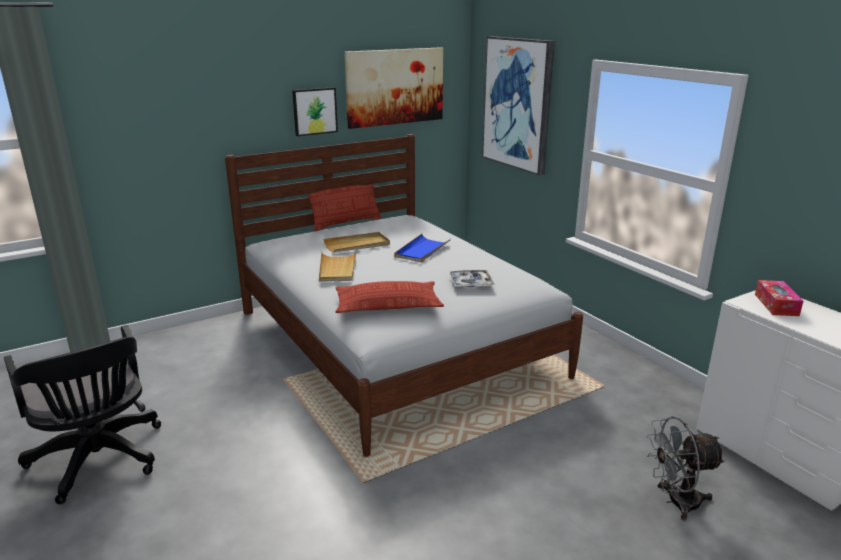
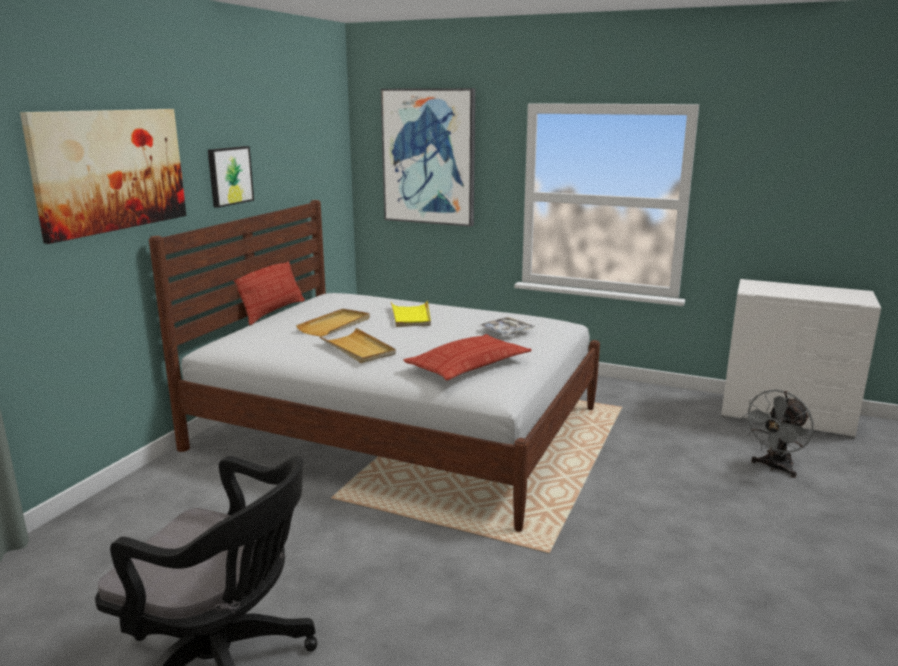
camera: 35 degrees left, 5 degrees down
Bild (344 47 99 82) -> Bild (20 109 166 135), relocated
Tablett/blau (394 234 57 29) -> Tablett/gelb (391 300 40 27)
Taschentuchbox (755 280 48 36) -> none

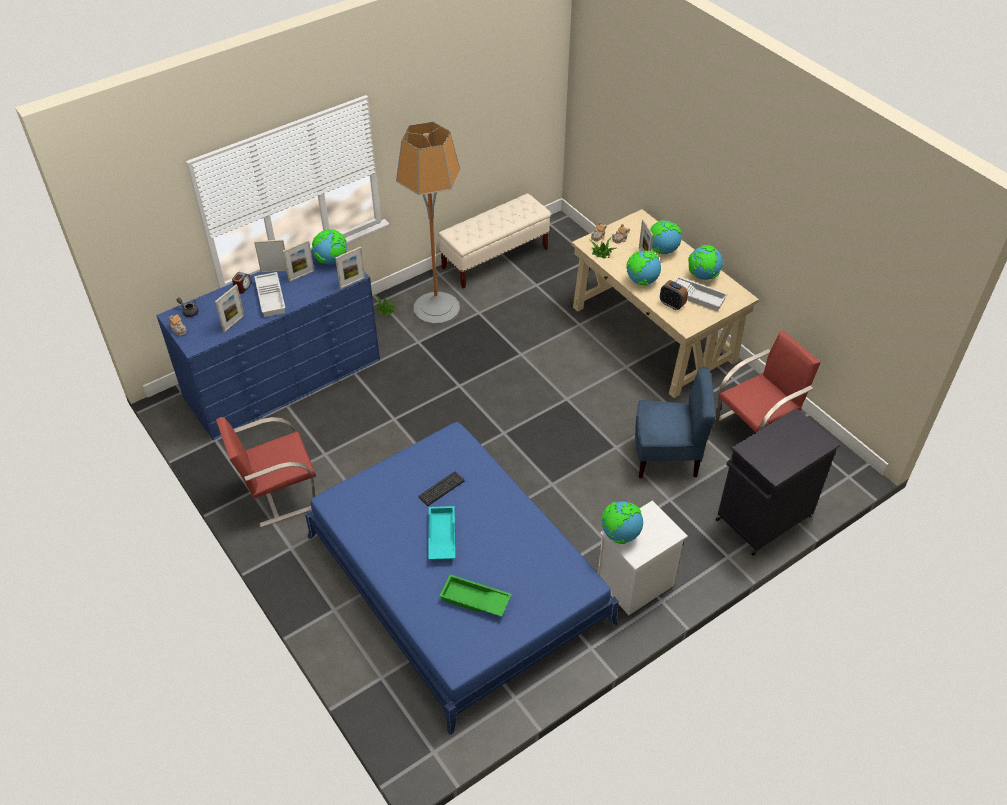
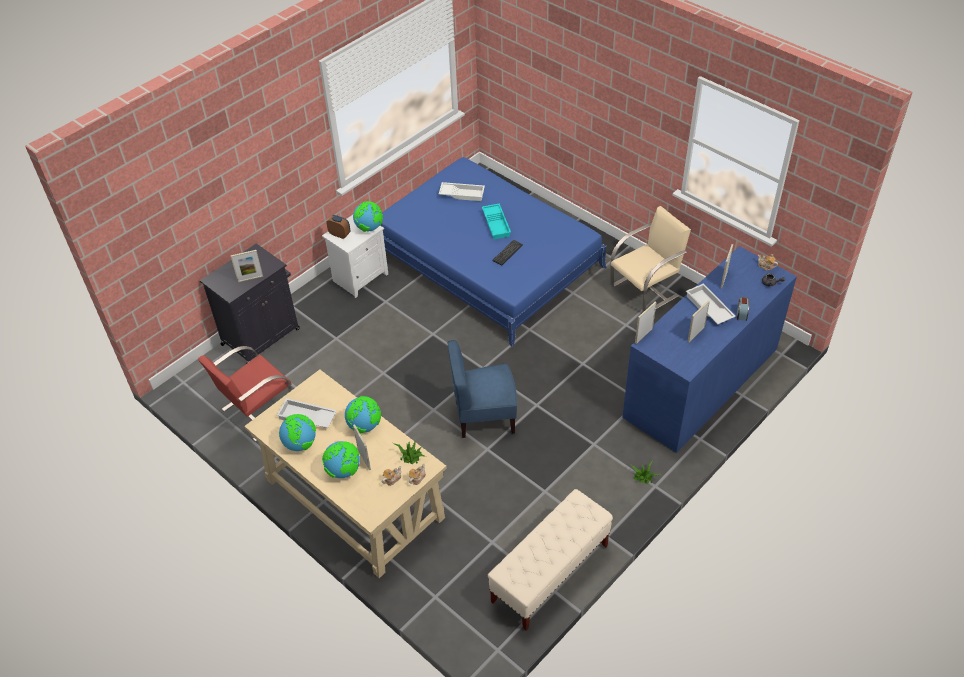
camera: 170 degrees right, 0 degrees up
Stuhl/rot (216 417 100 110) -> Stuhl/beige (610 206 81 106)
Bilderrahmen (254 239 33 34) -> Bilderrahmen (230 250 33 32), relocated
Globus (312 229 35 36) -> none
Stehlampe (396 121 65 204) -> none
Tablett/grün (439 574 73 43) -> Tablett/weiß (439 182 46 19)
Stuhl/blau (635 367 80 111) -> Stuhl/blau (448 340 69 98), relocated
Wecker (660 280 28 30) -> Wecker (326 215 24 24), relocated

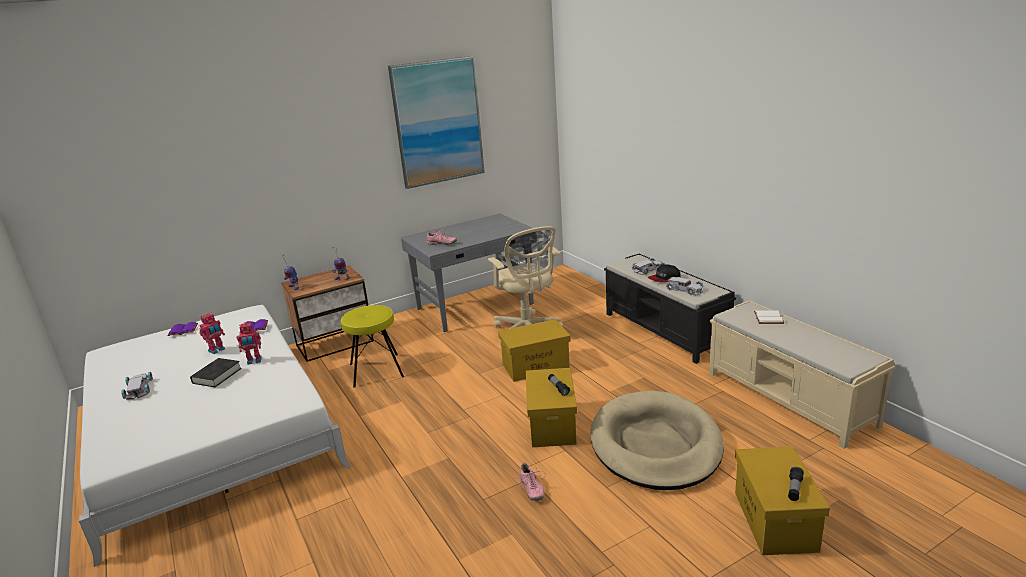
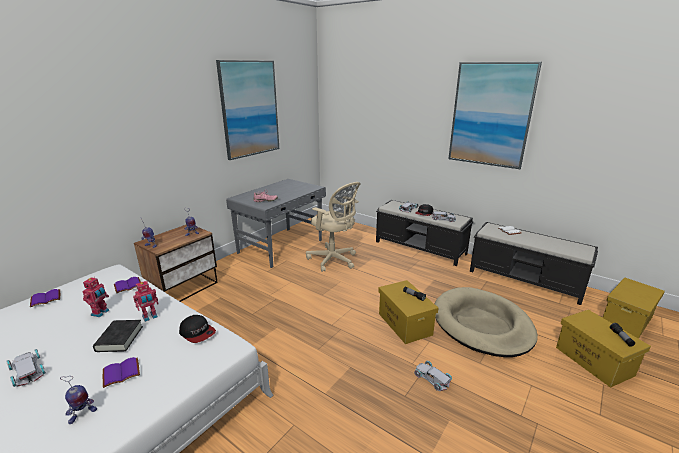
camera: 25 degrees left, 0 degrees up
Hocker/gelb (341 305 63 83) -> none
Aufbewahrungsbox/gelb (498 319 73 63) -> Aufbewahrungsbox/gelb (603 277 62 62), relocated
Schuh/rosa (513 462 33 39) -> Spielzeugauto/weiß (414 361 38 30)
Bank/beige (709 300 187 149) -> Bank/schwarz (470 222 128 83)
none -> Spielzeugroboter (60 376 37 48)
none -> Buch/lila (103 357 37 31)
none -> Kappe (179 315 37 28)
none -> Bild (448 62 94 107)

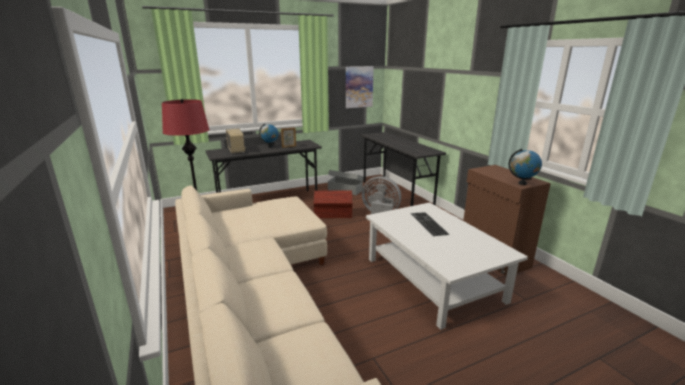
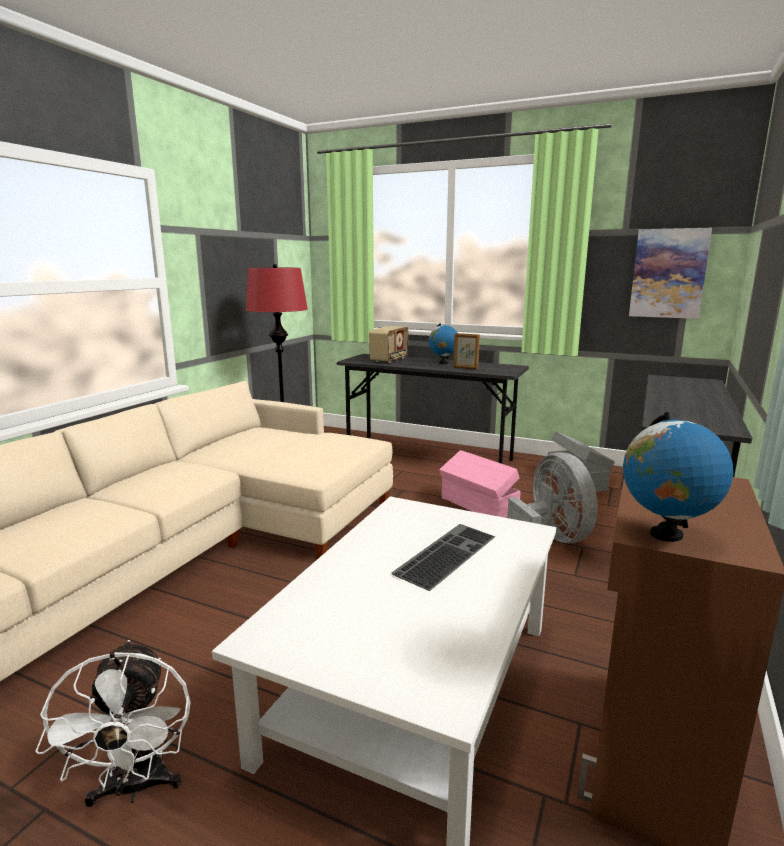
camera: 50 degrees right, 5 degrees down
Aufbewahrungsbox/braun (314 191 38 27) -> Aufbewahrungsbox/rosa (439 450 82 68)
none -> Ventilator/weiß (35 640 155 167)

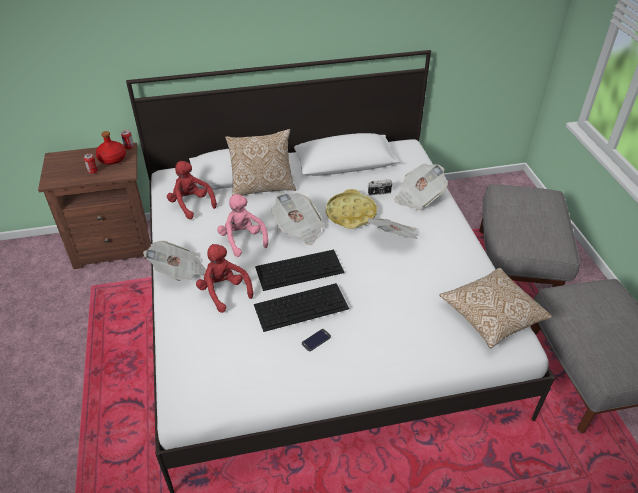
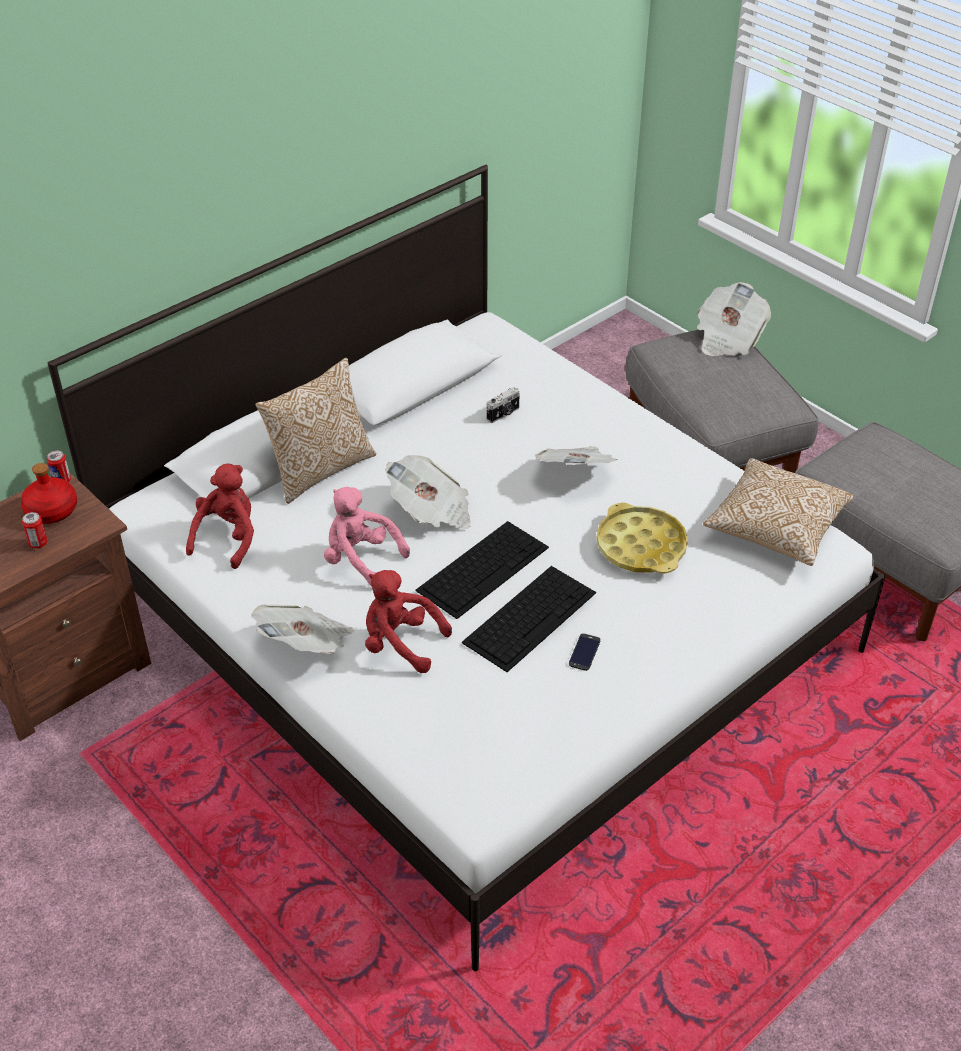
camera: 30 degrees left, 0 degrees up
Plüschtier/rot (167 161 50 58) -> Plüschtier/rot (186 464 68 105), 90 degrees clockwise
Tablett/gelb (326 189 51 40) -> Tablett/gelb (596 503 92 71), relocated
Zeitung (394 164 54 47) -> Zeitung (697 282 74 74), relocated

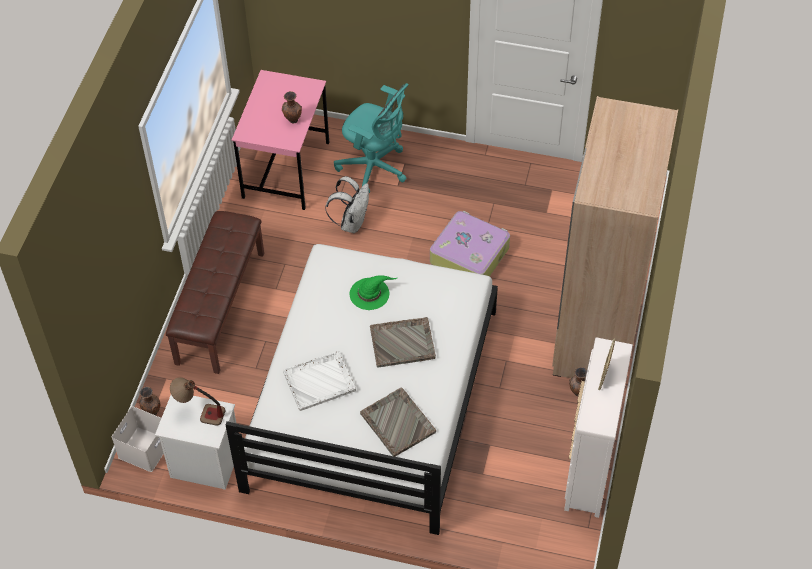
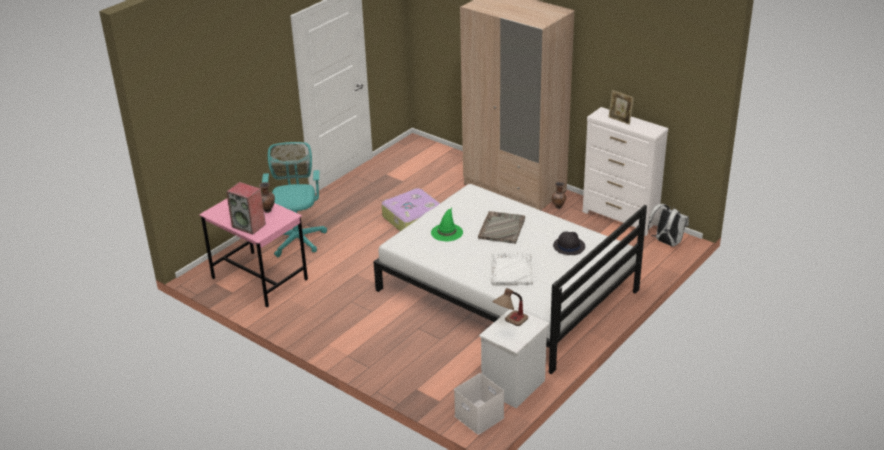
camera: 65 degrees left, 20 degrees down
Vase/braun (139 387 21 28) -> none
Bank/braun (166 211 98 163) -> none
Rucksack/weiß (326 176 43 57) -> Rucksack/weiß (648 204 41 43), relocated
Bürostuhl/türkis (334 83 75 110) -> Bürostuhl/türkis (262 142 65 115), 60 degrees counterclockwise
Tablett/grau (360 388 76 69) -> Hut/schwarz (553 231 32 24)
none -> Lautsprecher (226 182 40 53)

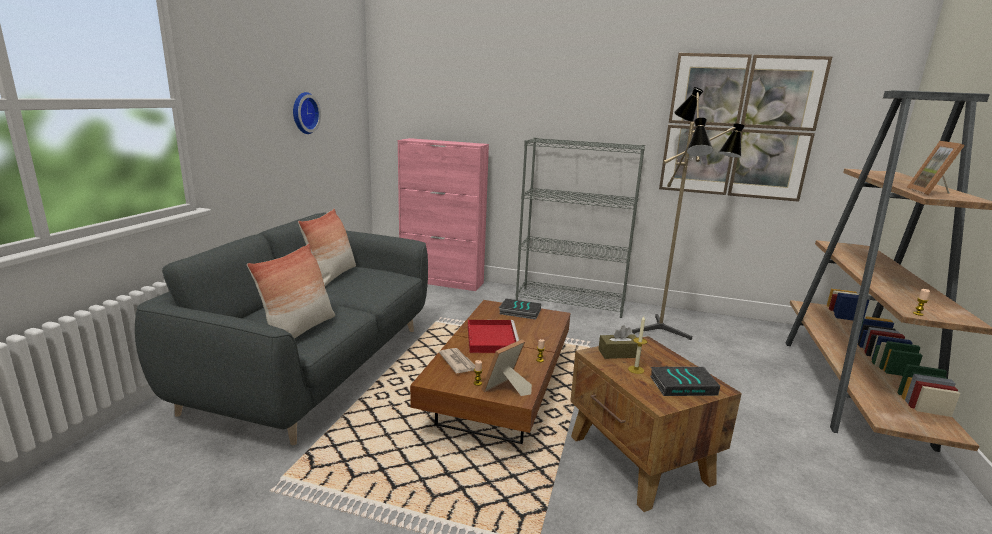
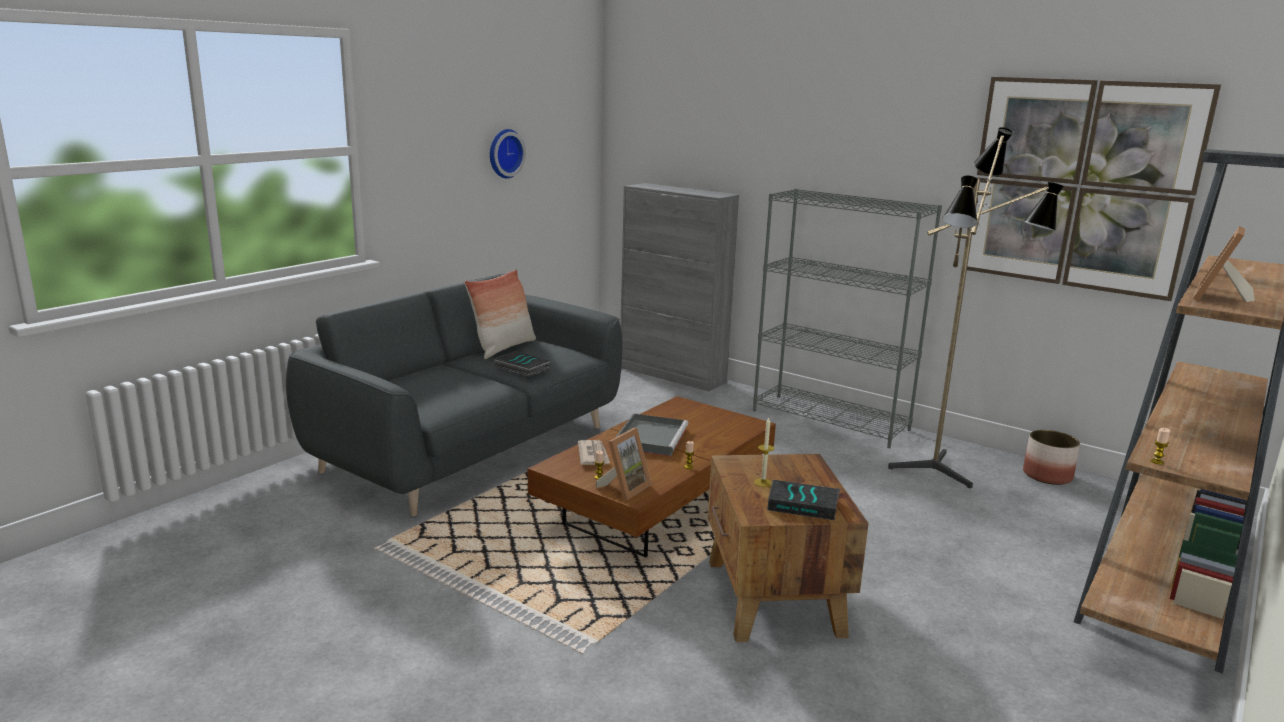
camera: 20 degrees right, 0 degrees up
Kissen (247 243 88 96) -> none
Schrank/rosa (398 138 91 153) -> Schrank/grau (620 183 119 209)
Tablett/rot (468 320 51 33) -> Tablett/grau (615 413 73 44)
Bilderrahmen (481 339 51 57) -> Bilderrahmen (596 428 56 72), 150 degrees clockwise
Buch (499 298 42 22) -> Buch (494 351 56 26), relocated
Taschentuchbox/braun (598 325 44 34) -> none
none -> Pflanzkübel (1023 430 57 55)

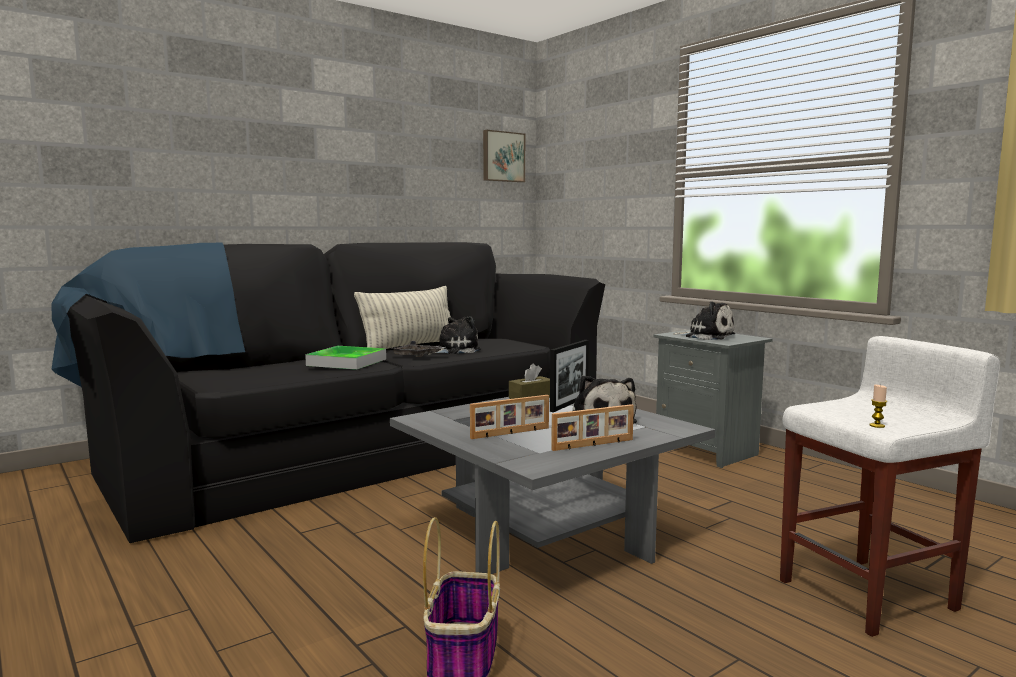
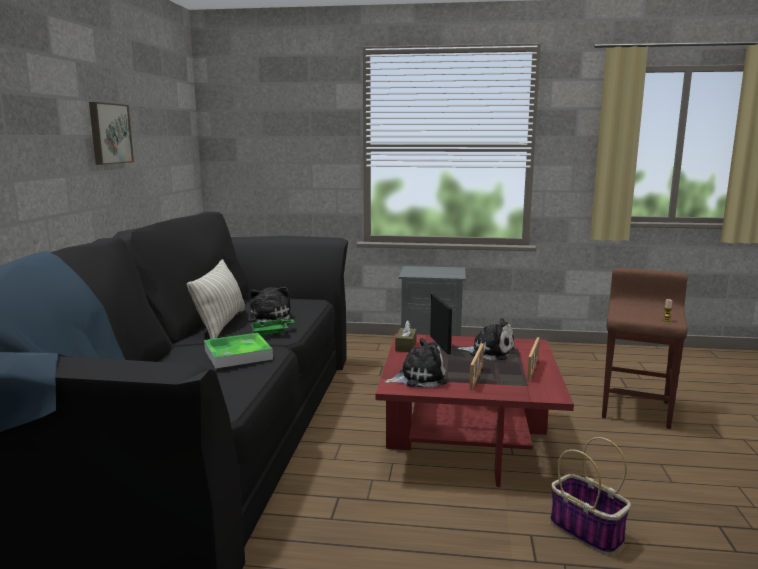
camera: 45 degrees left, 5 degrees up
Tablett/grau (390 341 56 16) -> Tablett/grün (251 319 43 16)
Couchtisch/grau (390 397 325 177) -> Couchtisch/rot (376 334 198 153)
Bild (483 130 42 52) -> Bild (89 102 45 63), relocated
Plüschtier (673 301 62 39) -> Plüschtier (384 338 63 50), relocated
Hocker/weiß (780 336 220 301) -> Hocker/braun (602 268 85 161)

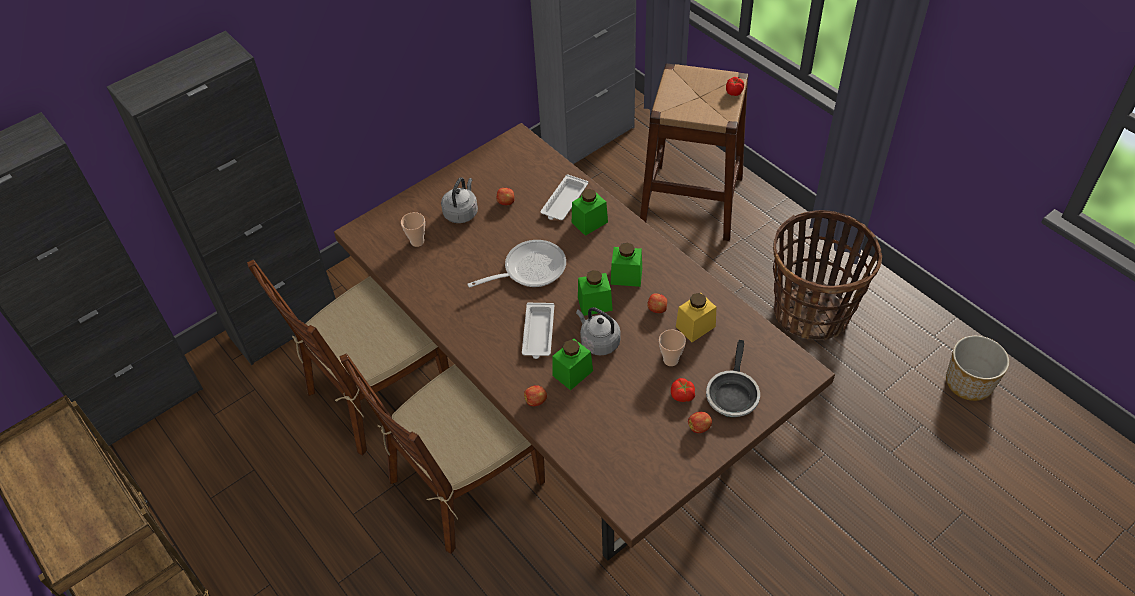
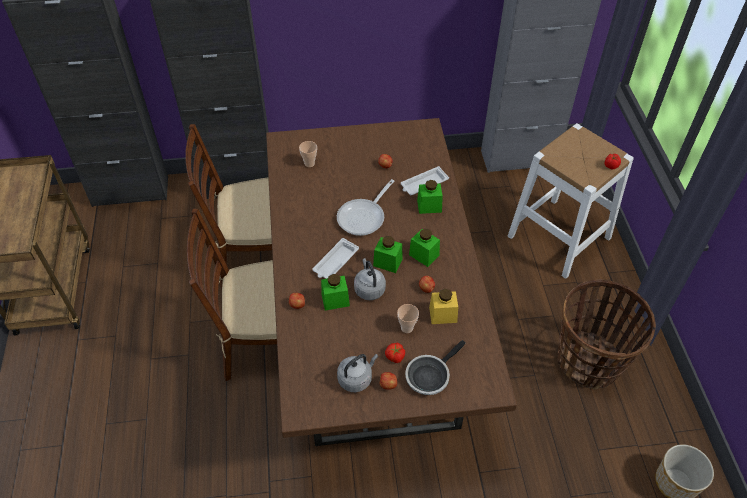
camera: 30 degrees right, 0 degrees up
Wasserkessel/grau (441 177 37 46) -> Wasserkessel/grau (337 354 41 38), relocated
Pfanne (467 240 99 48) -> Pfanne (337 179 57 57), 120 degrees clockwise
Hocker/braun (640 64 108 177) -> Hocker/weiß (507 123 127 156)

